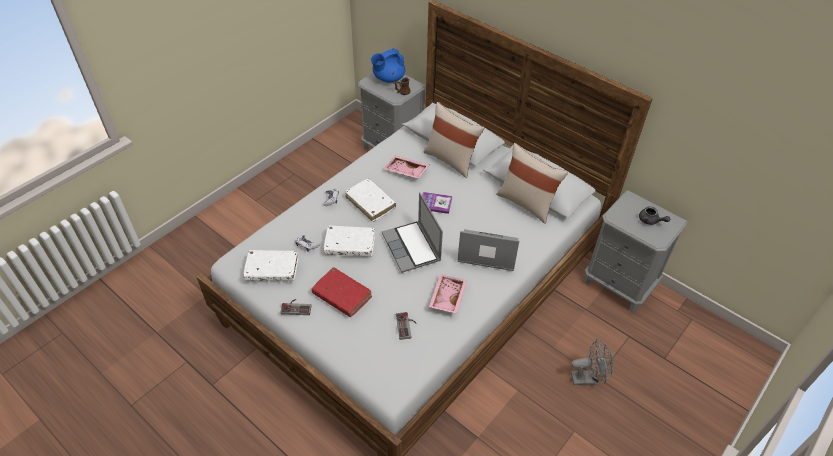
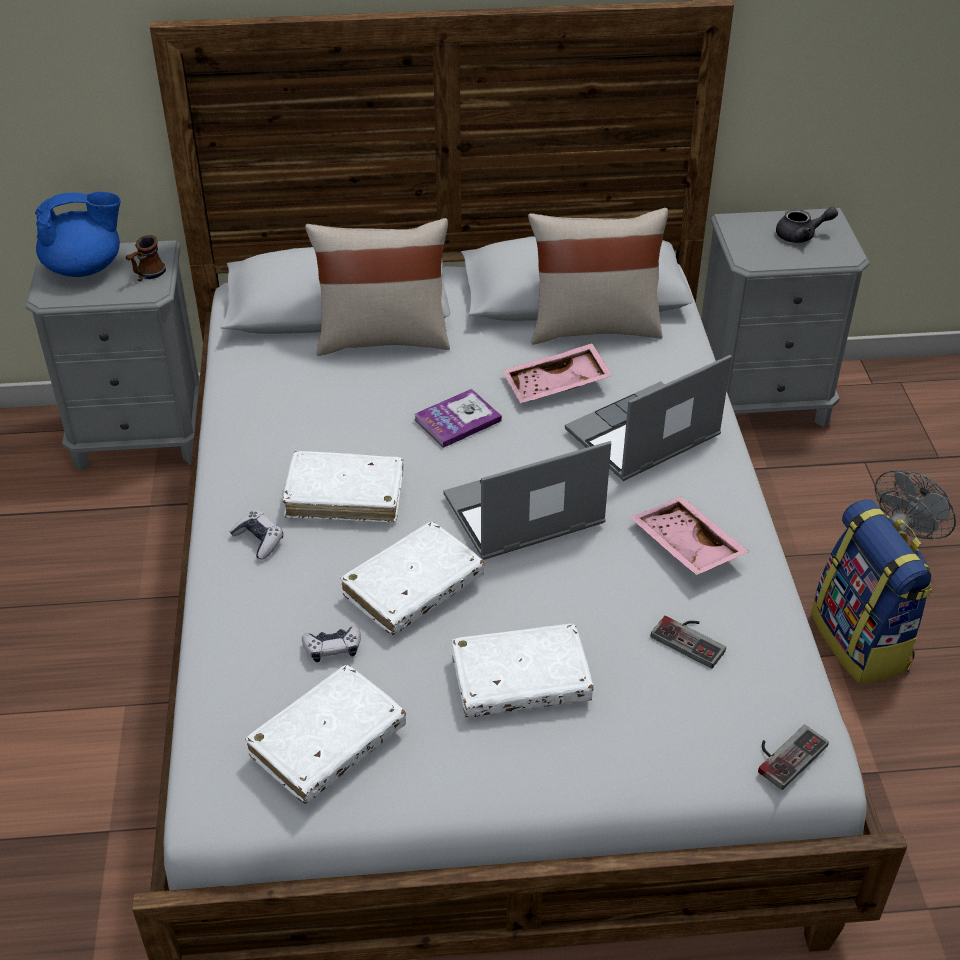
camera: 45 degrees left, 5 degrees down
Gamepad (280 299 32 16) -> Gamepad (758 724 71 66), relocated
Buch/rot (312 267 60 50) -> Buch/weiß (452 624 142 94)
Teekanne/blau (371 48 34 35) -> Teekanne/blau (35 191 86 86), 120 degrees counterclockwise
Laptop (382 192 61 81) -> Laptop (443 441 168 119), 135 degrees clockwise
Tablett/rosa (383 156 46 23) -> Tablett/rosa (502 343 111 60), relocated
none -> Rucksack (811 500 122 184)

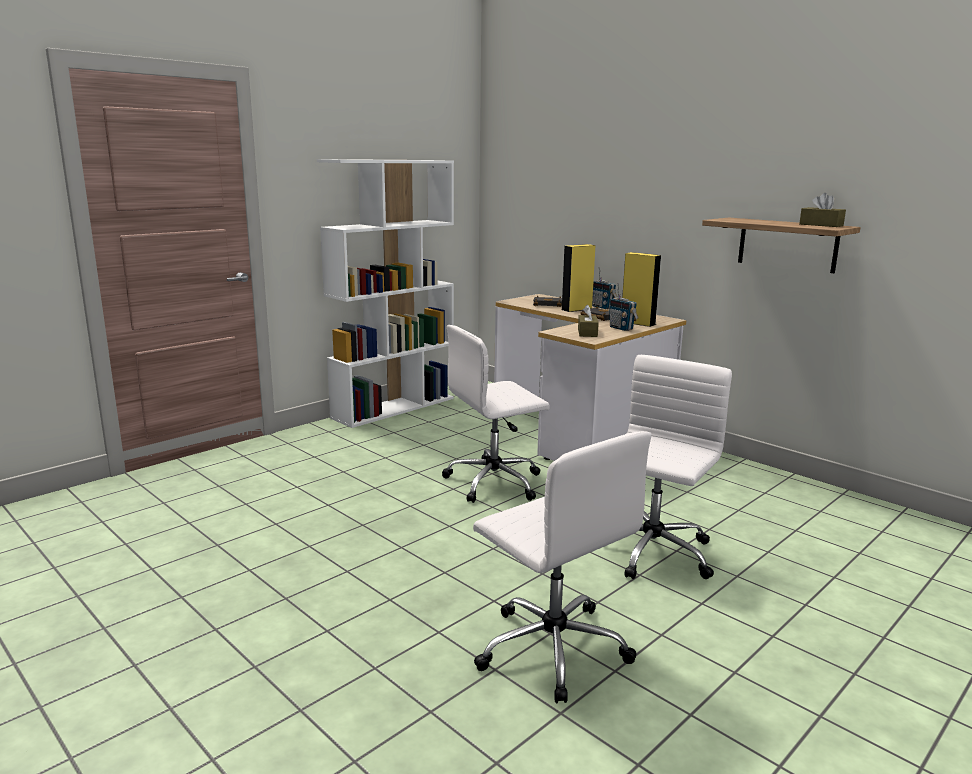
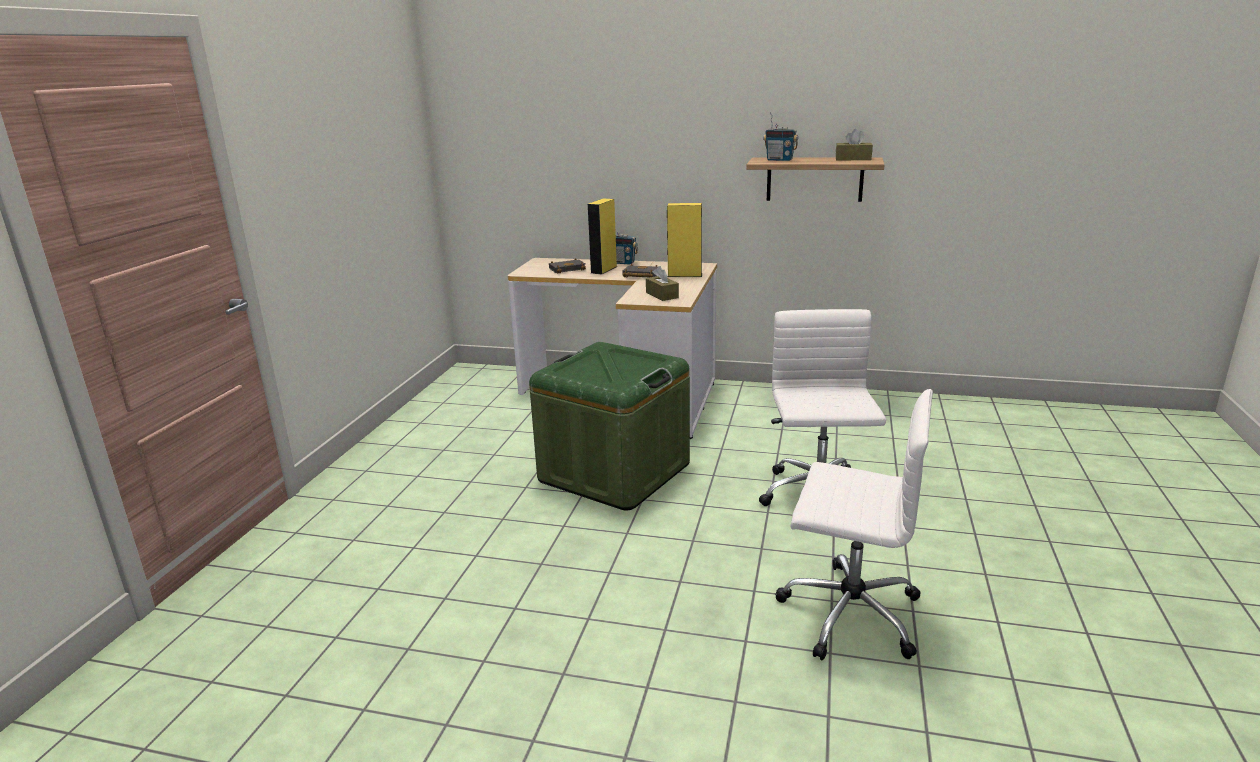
camera: 30 degrees left, 5 degrees up
Bücherregal/weiß (317 159 137 269) -> none
Bürostuhl/weiß (442 325 108 178) -> Aufbewahrungsbox/grün (529 342 161 168)
Radio (609 283 30 48) -> Radio (763 112 35 49), relocated

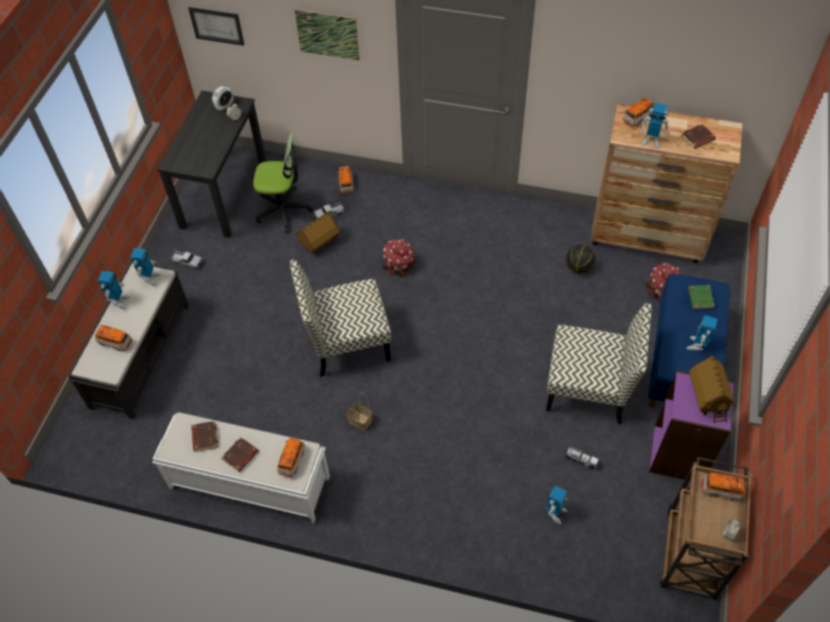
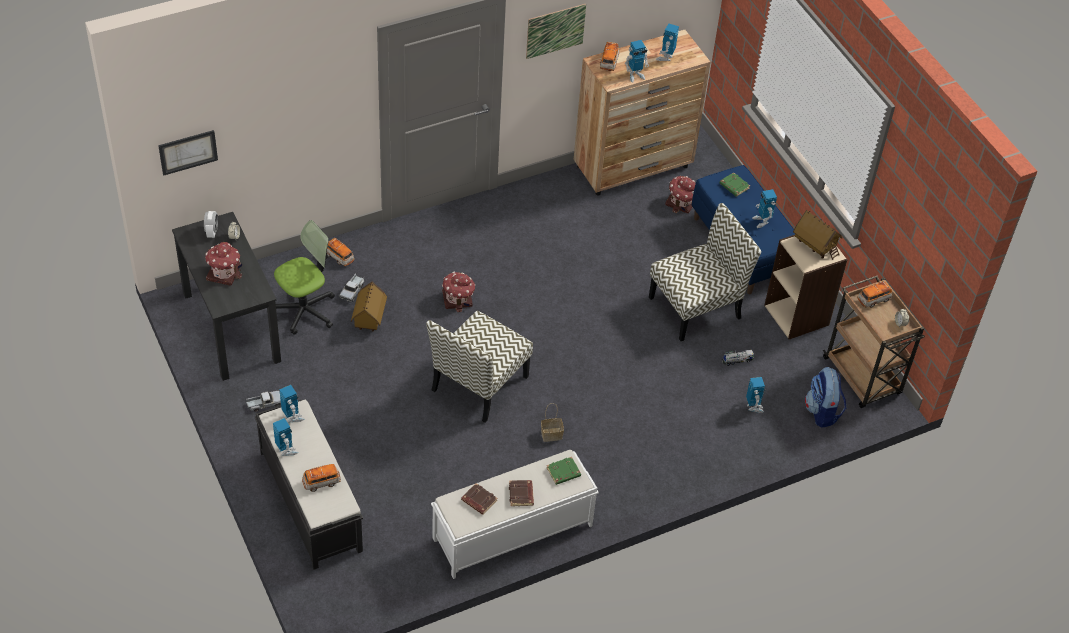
camera: 45 degrees left, 5 degrees down
Spielzeugauto (277 438 28 39) -> Buch/grün (547 457 34 28)
Bild (295 9 65 51) -> Bild (526 4 60 55), relocated
Basketball (566 245 29 28) -> none
Bücherregal/lila (649 371 85 110) -> Bücherregal/beige (764 235 83 104)
Buch/braun (681 124 35 25) -> Spielzeugroboter (656 23 23 38)
none -> Spielzeughaus (205 242 37 44)
none -> Rucksack (805 367 41 61)

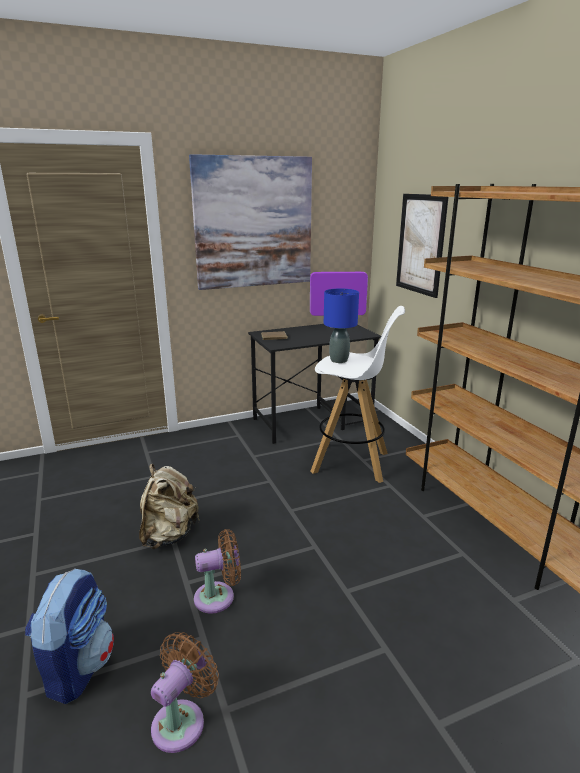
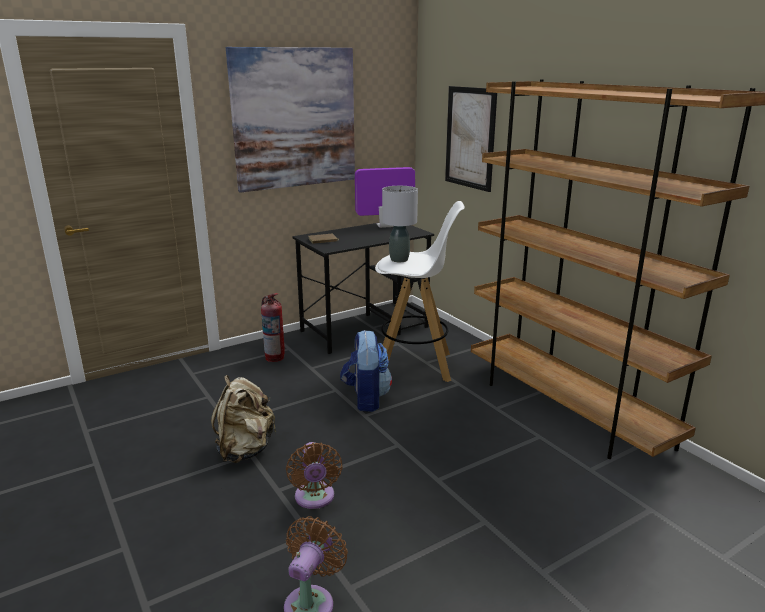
camera: 10 degrees left, 0 degrees up
Rucksack (25 568 89 136) -> Rucksack (340 330 52 82), relocated
Ventilator/braun (194 529 47 85) -> Ventilator/braun (286 442 57 67), 105 degrees clockwise
Tischlampe/blau (324 288 35 75) -> Tischlampe/grau (382 186 36 76)
none -> Feuerlöscher (261 293 24 69)

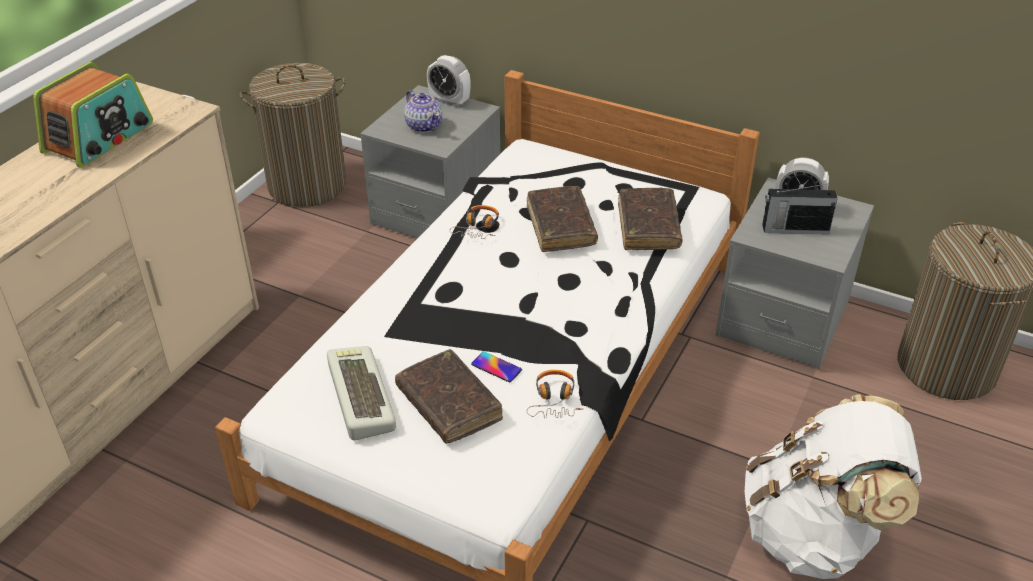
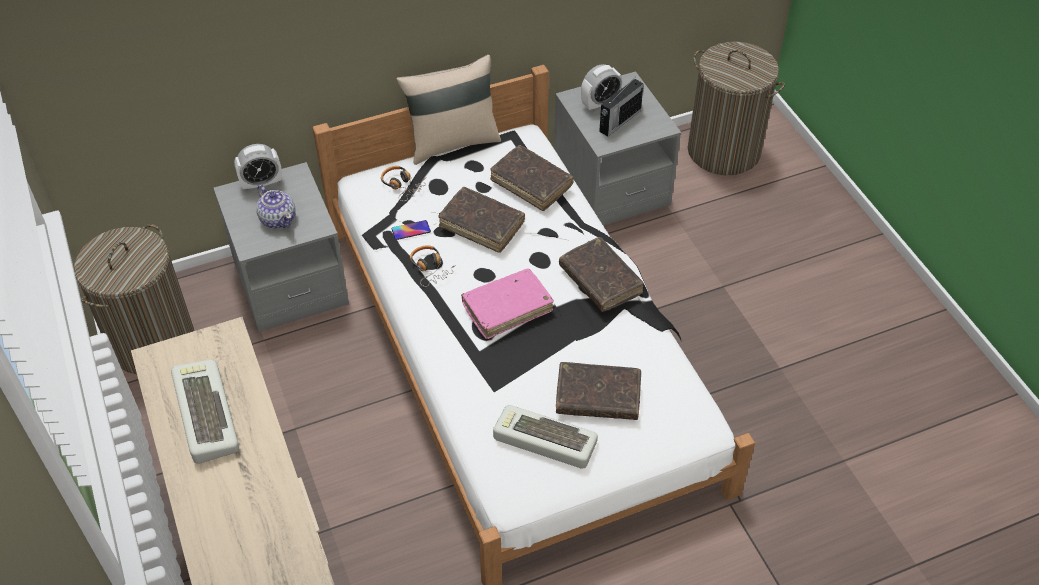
camera: 50 degrees left, 10 degrees up
Radio (33 62 120 106) -> Tastatur (171 359 68 105)
Teekanne (404 90 38 43) -> Teekanne (256 185 40 43), 45 degrees clockwise
Handy (471 352 51 30) -> Handy (392 220 39 20), relocated
Kopfhörer (527 370 53 49) -> Kopfhörer (381 166 45 35), relocated
Rucksack/weiß (745 394 177 185) -> none
none -> Kissen/beige (396 54 105 111)
none -> Buch/rosa (461 268 93 71)
none -> Buch/braun (559 237 85 75)

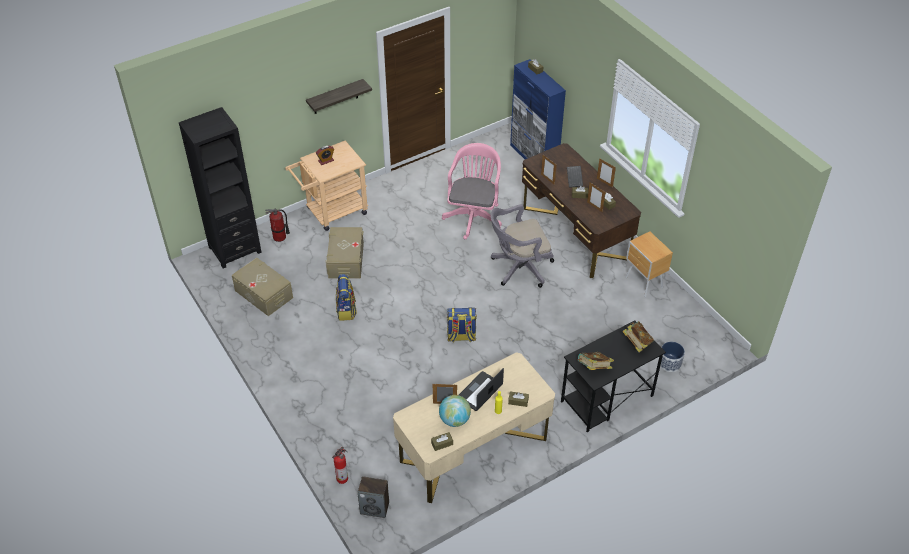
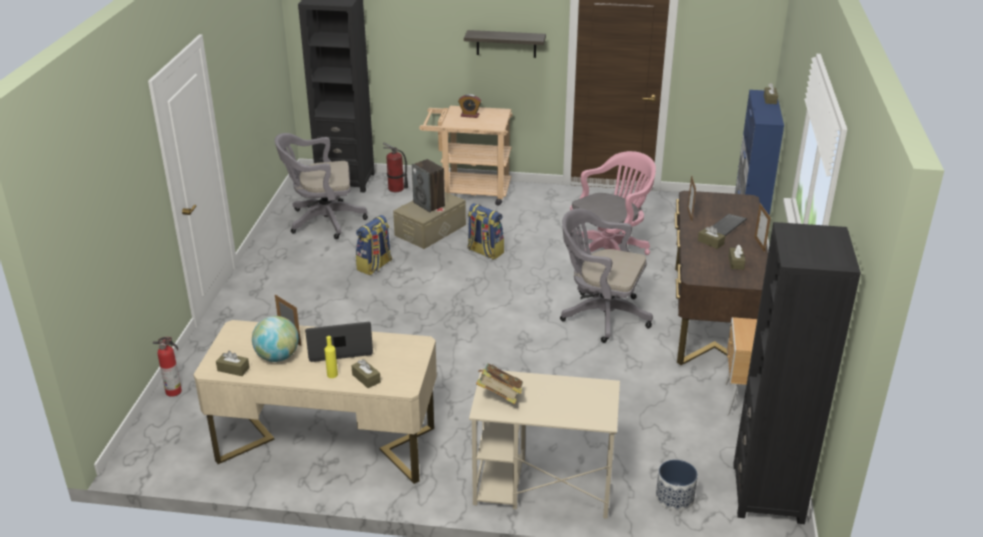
camera: 40 degrees right, 15 degrees down
Aufbewahrungsbox/beige (232 258 61 58) -> Bürostuhl/grau (275 133 93 106)
Lautsprecher (357 476 32 42) -> Lautsprecher (412 159 33 53), relocated
Rucksack (447 307 30 36) -> Rucksack (467 203 37 57), relocated
Schreibtisch/schwarz (561 320 105 112) -> Schreibtisch/beige (469 369 151 150)
Bilderrahmen (587 182 18 30) -> none
Buch (622 321 32 31) -> none
none -> Bücherregal/schwarz (733 222 128 302)

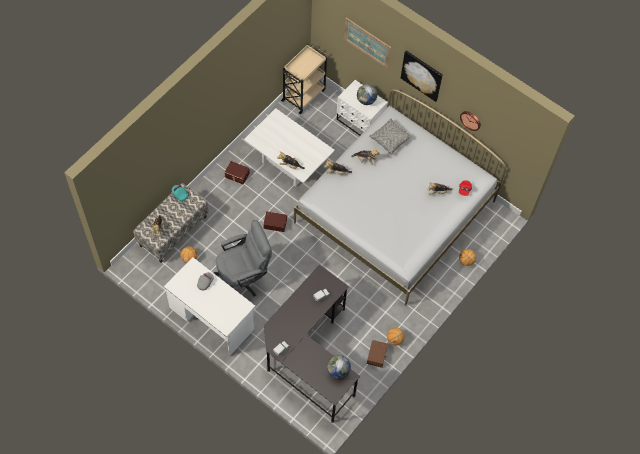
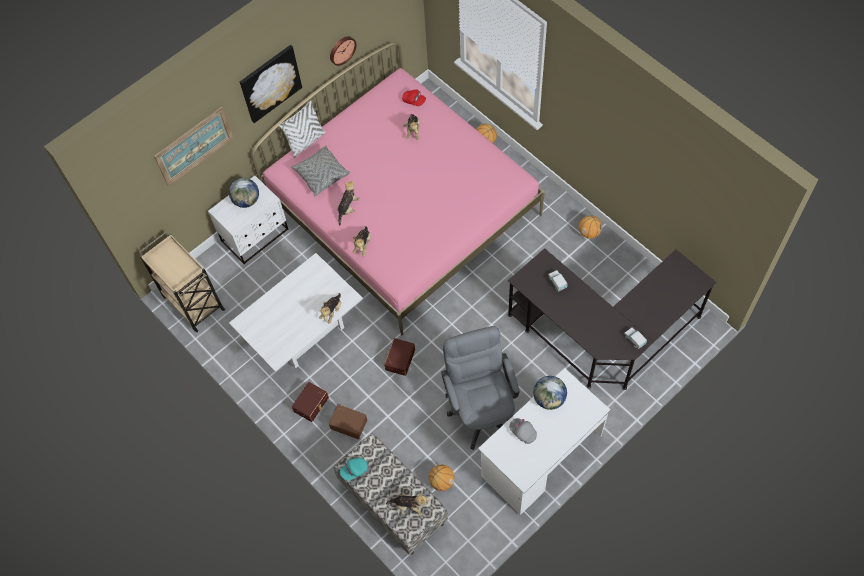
camera: 75 degrees left, 0 degrees up
Bett/weiß (294 89 212 217) -> Bett/rosa (251 42 294 293)
Globus (327 355 24 24) -> Globus (533 376 34 34), relocated
Aufbewahrungsbox/braun (367 340 21 28) -> Aufbewahrungsbox/braun (329 404 38 35), relocated
none -> Kissen/weiß (279 101 47 57)

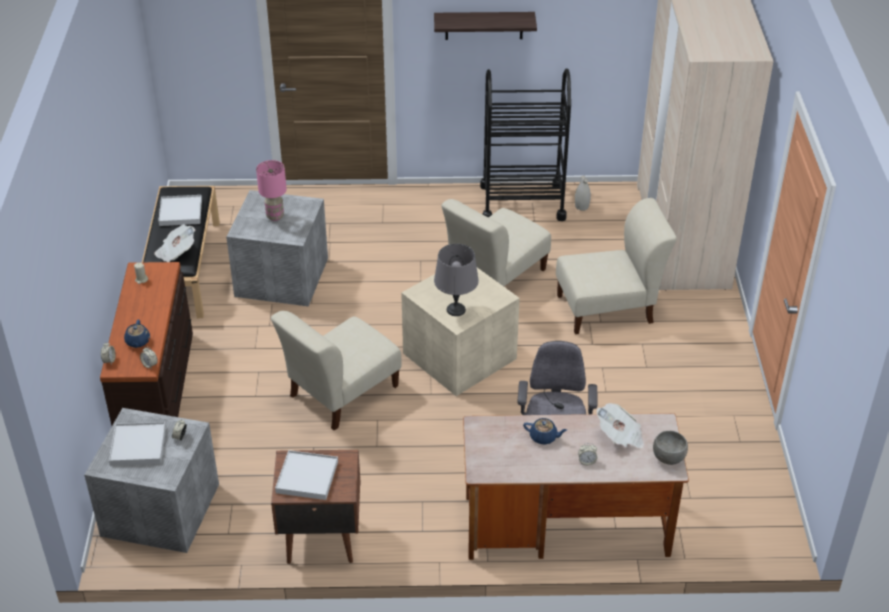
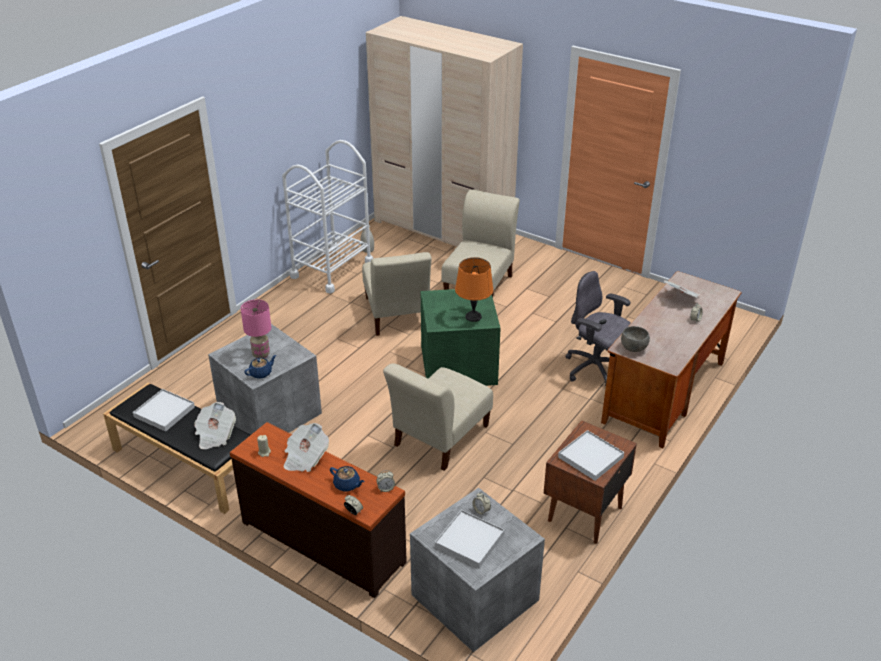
camera: 55 degrees left, 5 degrees down
Stuhl/beige (271 311 131 120) -> Stuhl/beige (383 364 110 107), 45 degrees clockwise
Aufbewahrungsbox/beige (401 268 119 128) -> Aufbewahrungsbox/grün (421 289 80 97)
Wandregal (434 12 103 28) -> none
Tischlampe/grau (434 244 45 72) -> Tischlampe/orange (455 257 38 65)
Rollwagen/schwarz (480 69 91 152) -> Rollwagen/weiß (282 140 91 154)
Teekanne/blau (523 418 44 26) -> Teekanne/blau (244 355 32 24), relocated
Schüssel/grau (653 431 35 34) -> Schüssel/grau (621 326 29 26), relocated
none -> Zeitung (284 423 45 49)

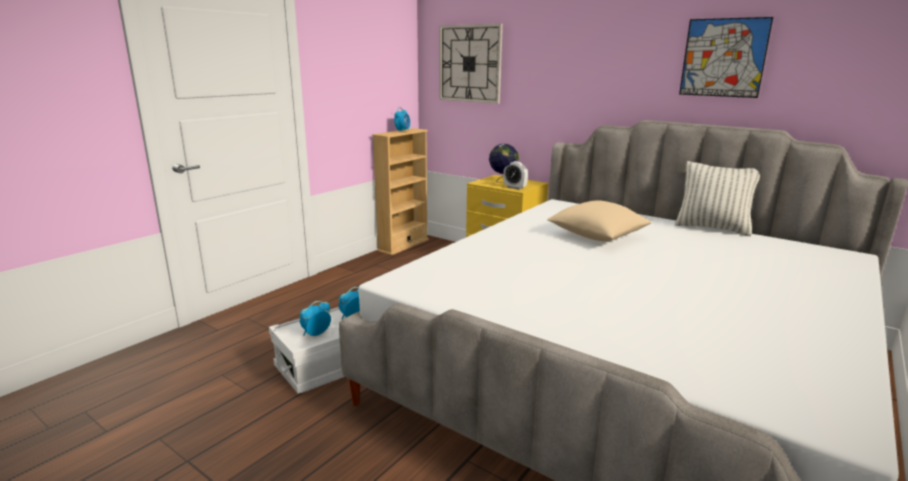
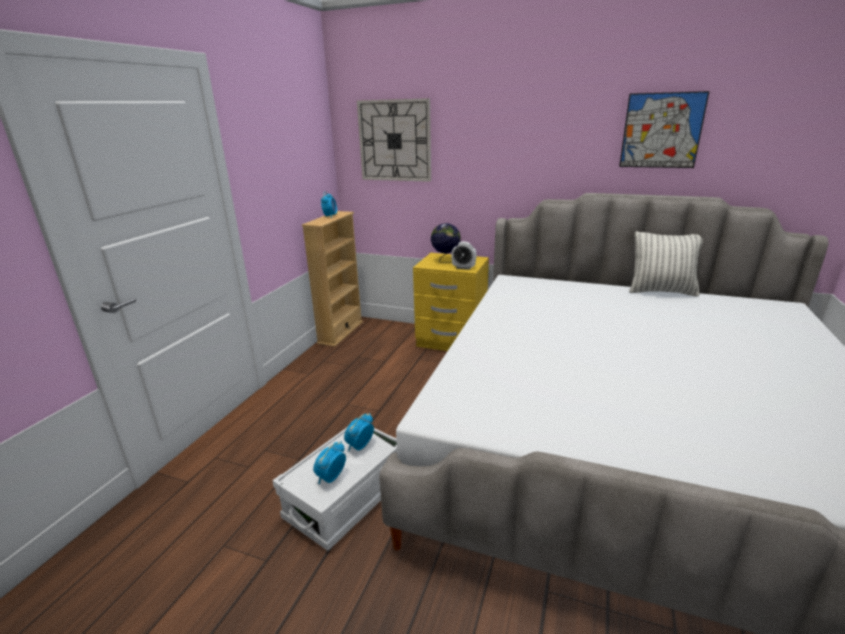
camera: 15 degrees left, 5 degrees up
Kissen/beige (547 200 105 42) -> none

